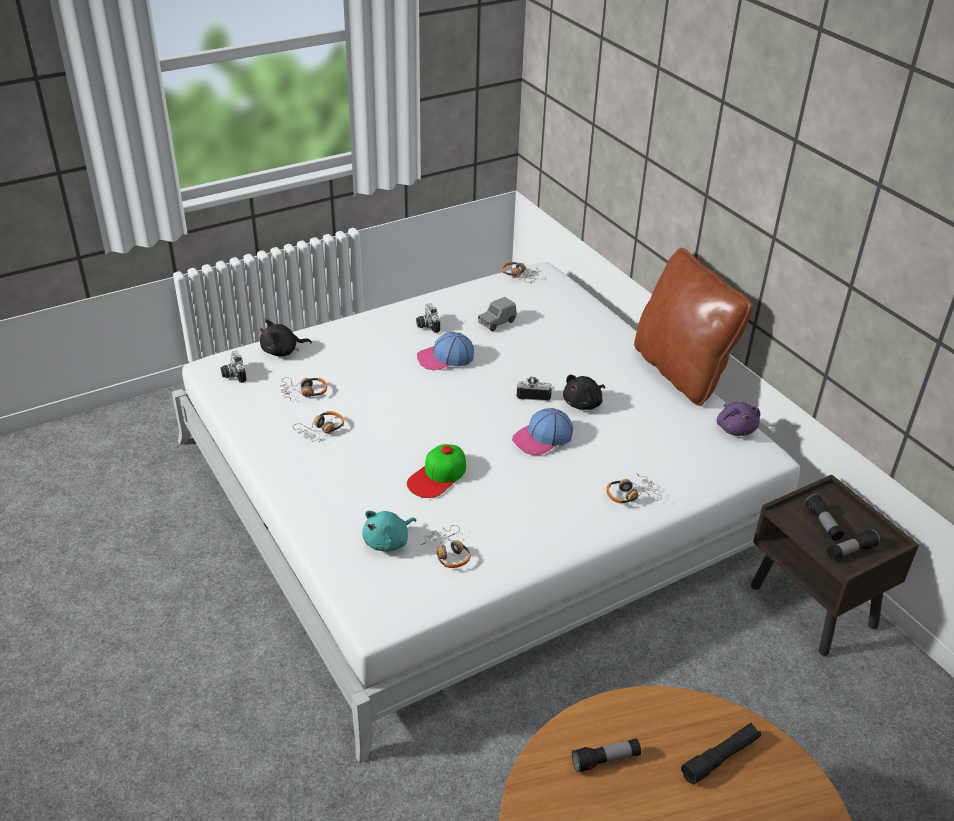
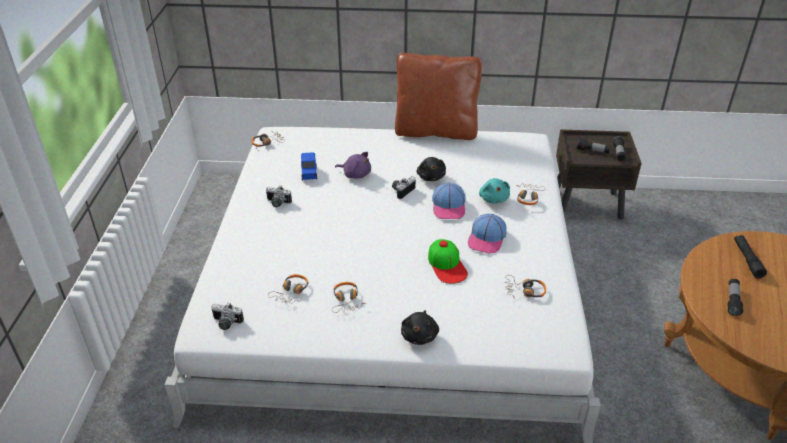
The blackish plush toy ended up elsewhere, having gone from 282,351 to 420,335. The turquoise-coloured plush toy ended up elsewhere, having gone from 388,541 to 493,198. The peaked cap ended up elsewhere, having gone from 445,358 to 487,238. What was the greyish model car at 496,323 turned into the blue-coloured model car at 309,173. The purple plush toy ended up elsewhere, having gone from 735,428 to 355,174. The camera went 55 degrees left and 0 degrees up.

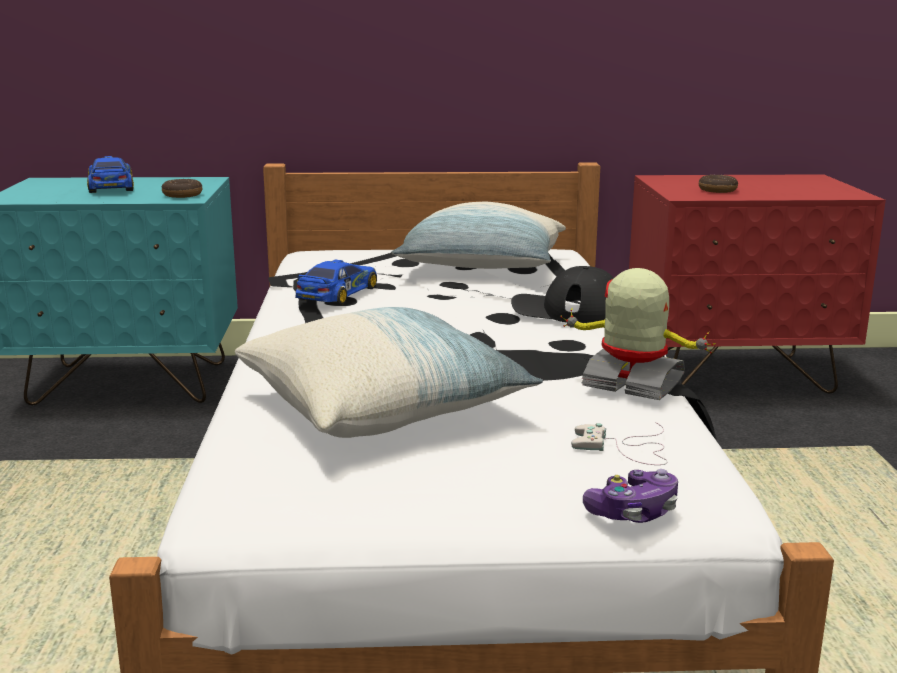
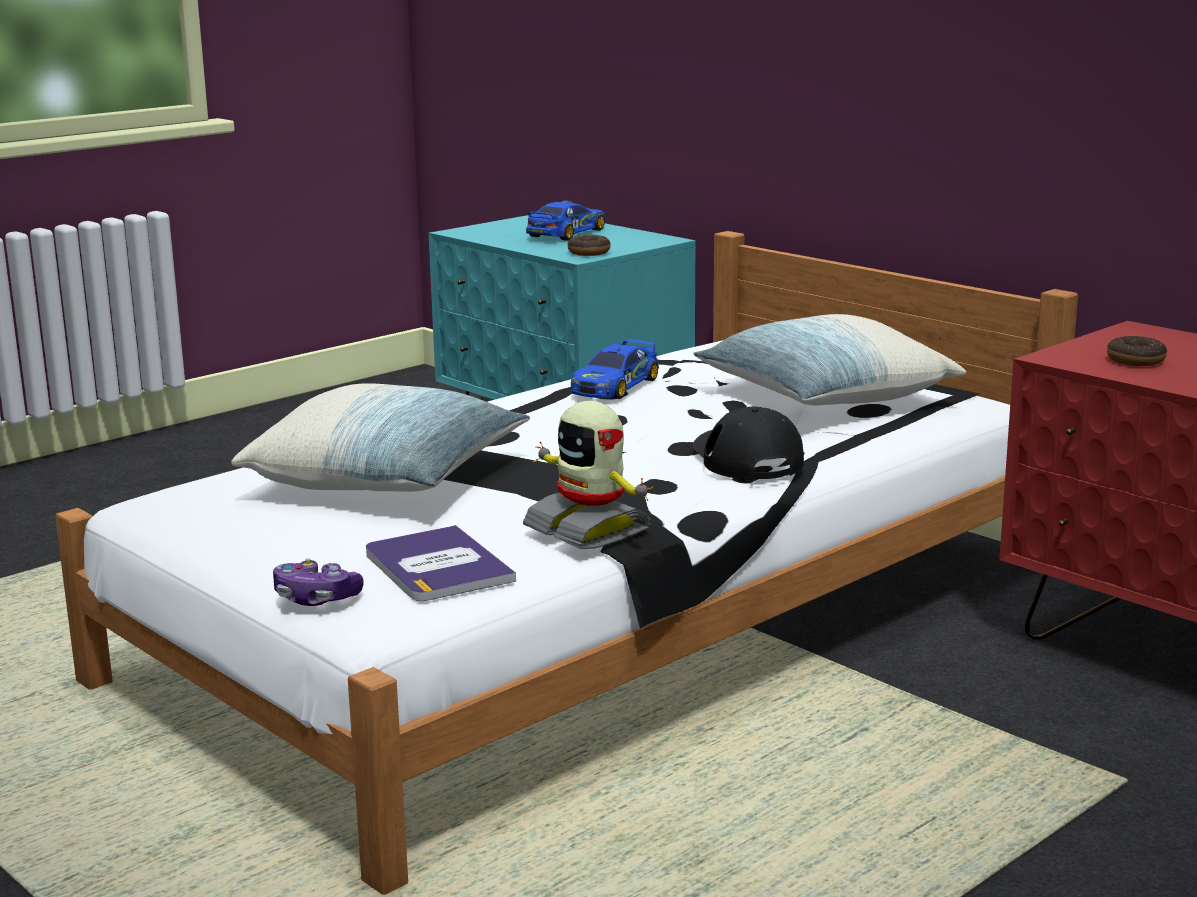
The model car at 337,294 ended up facing another way, 135 degrees clockwise from before. The robot figure at 632,383 ended up facing another way, 150 degrees clockwise from before. Where the white gamepad stood at 626,449, the volume came to stand at 437,566. The camera went 50 degrees right and 0 degrees up.

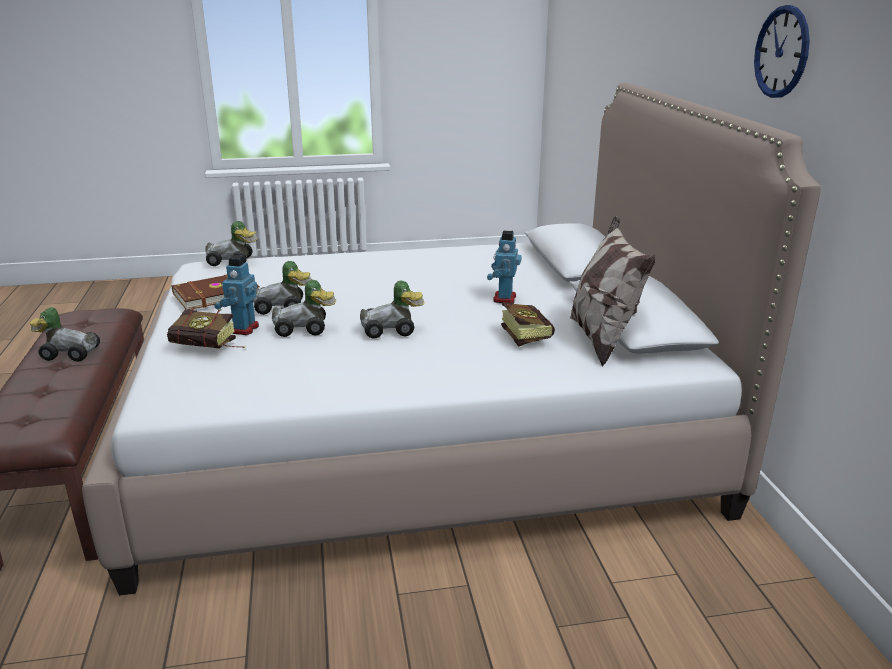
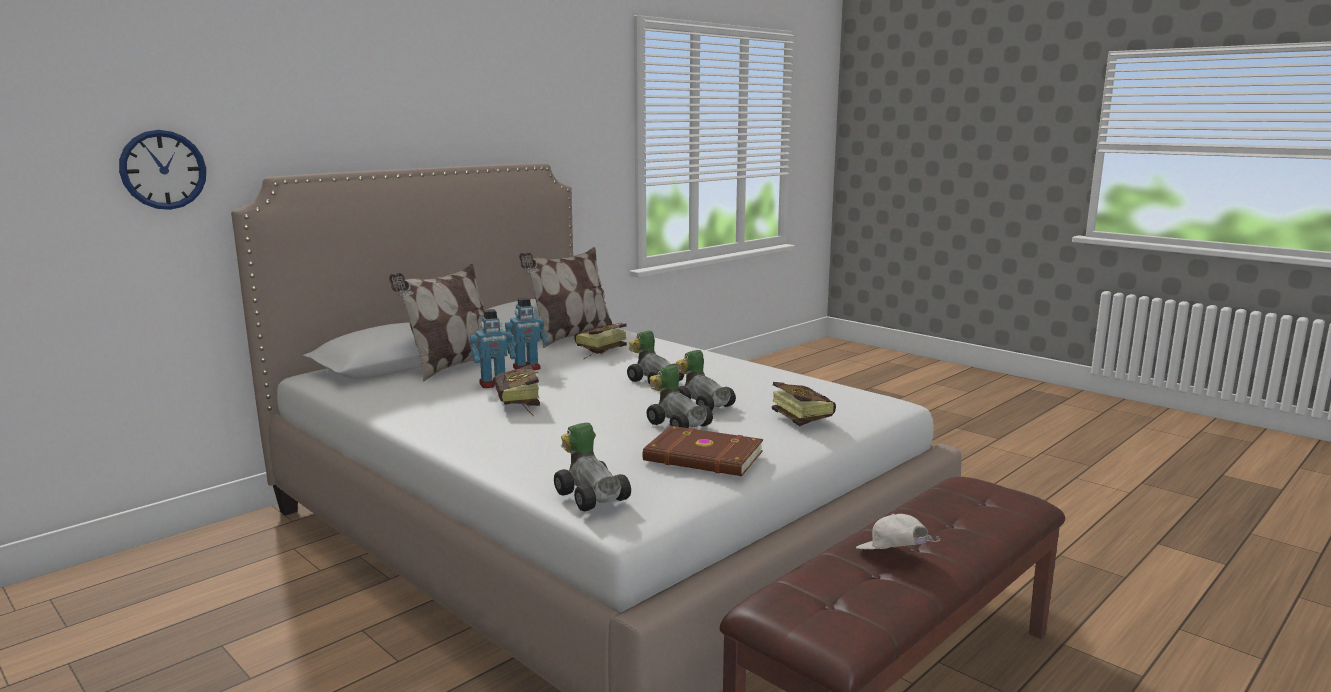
Where the model car stood at 69,353, the white peaked cap came to stand at 892,557. The robot figure ended up elsewhere, having gone from 243,329 to 494,384. The wall clock ended up elsewhere, having gone from 781,52 to 163,170. The second view gained the throw pillow at 451,367. The second view gained the volume at 519,406. The camera went 125 degrees left and 10 degrees down.

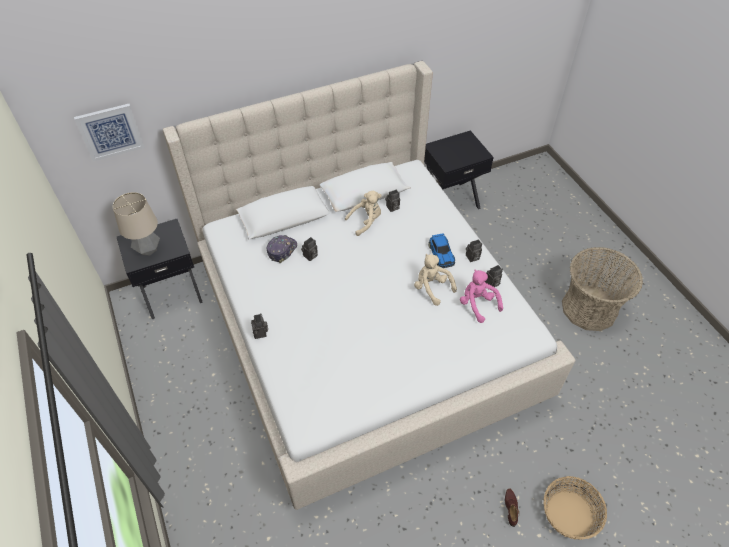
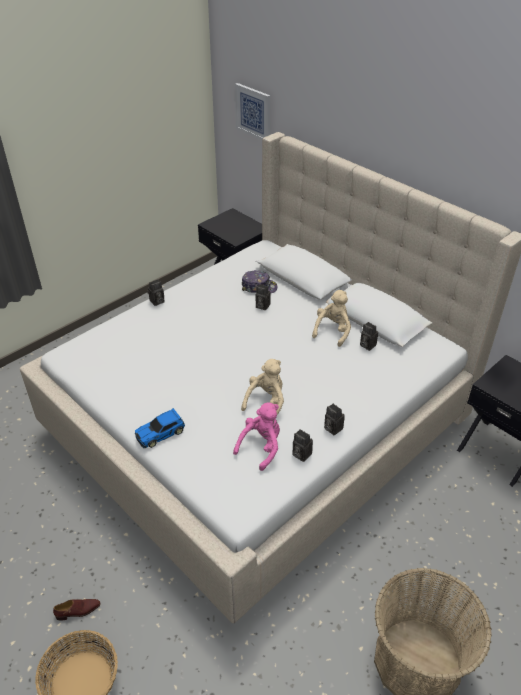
The second view lost the table lamp at 148,250. The beige plush toy at 366,221 ended up facing another way, 105 degrees counterclockwise from before. The model car ended up elsewhere, having gone from 441,253 to 161,433. The camera went 70 degrees right and 10 degrees down.

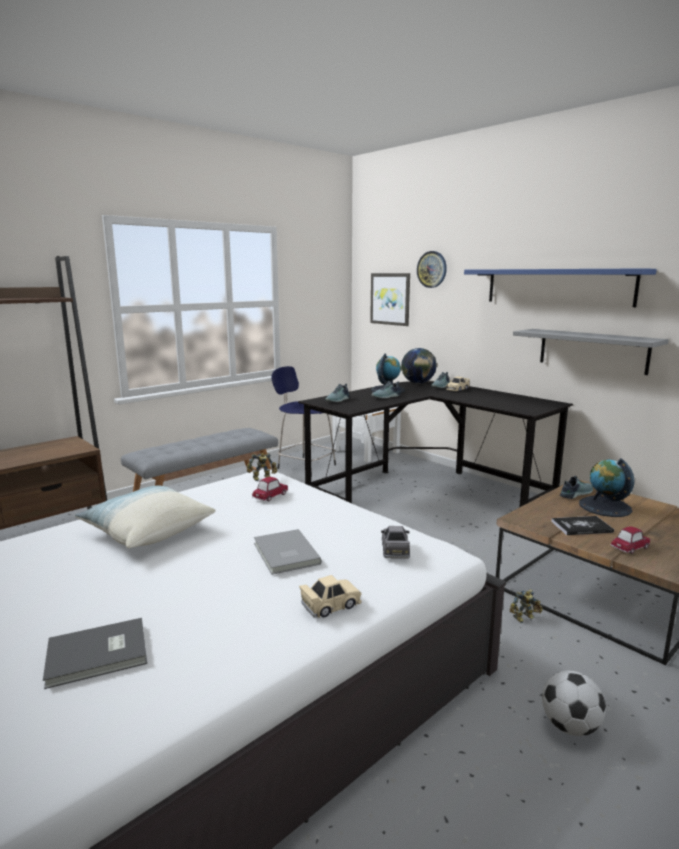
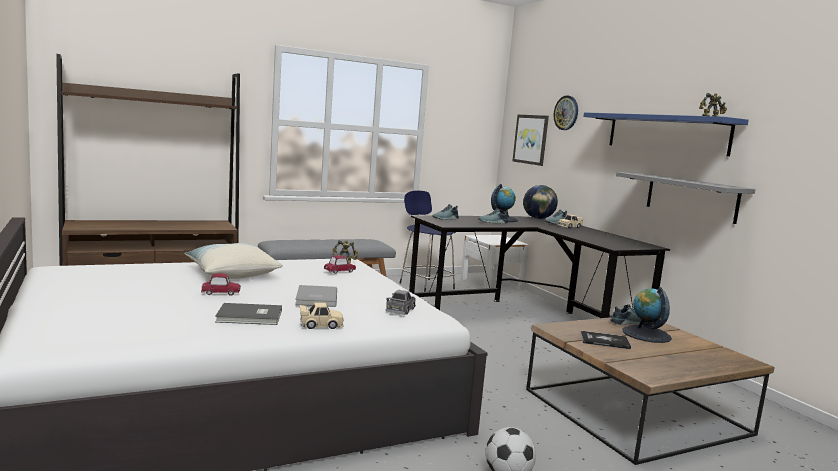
The greyish volume ended up elsewhere, having gone from 99,655 to 250,317. The robot figure ended up elsewhere, having gone from 525,618 to 712,116. The model car ended up elsewhere, having gone from 630,547 to 220,293. The camera went 15 degrees right and 5 degrees down.

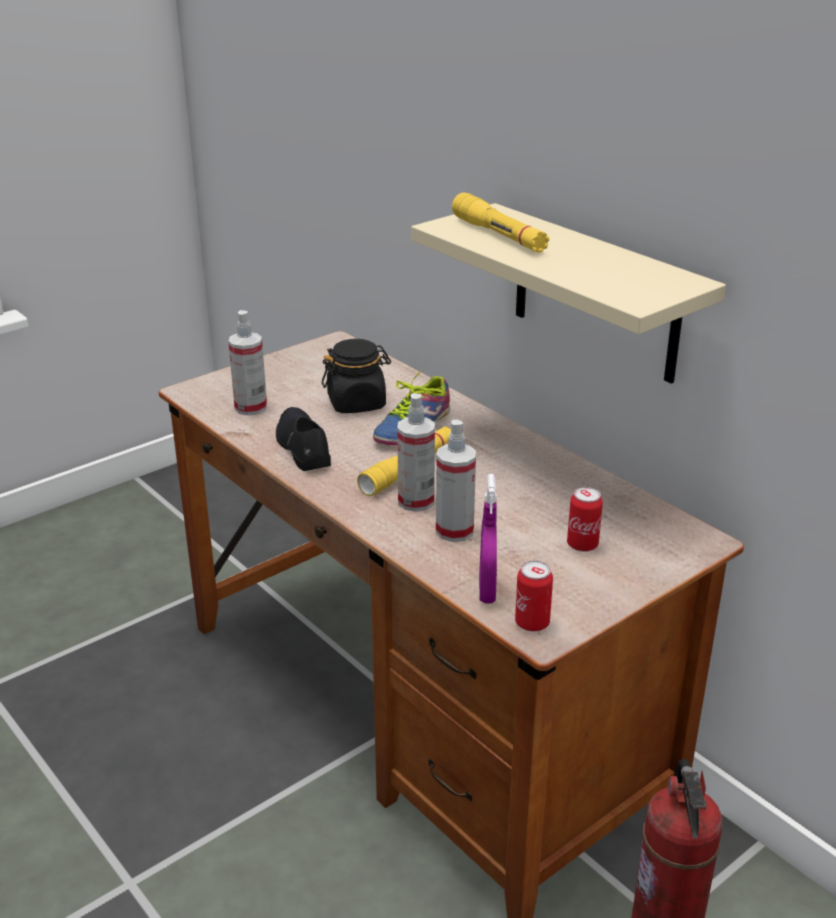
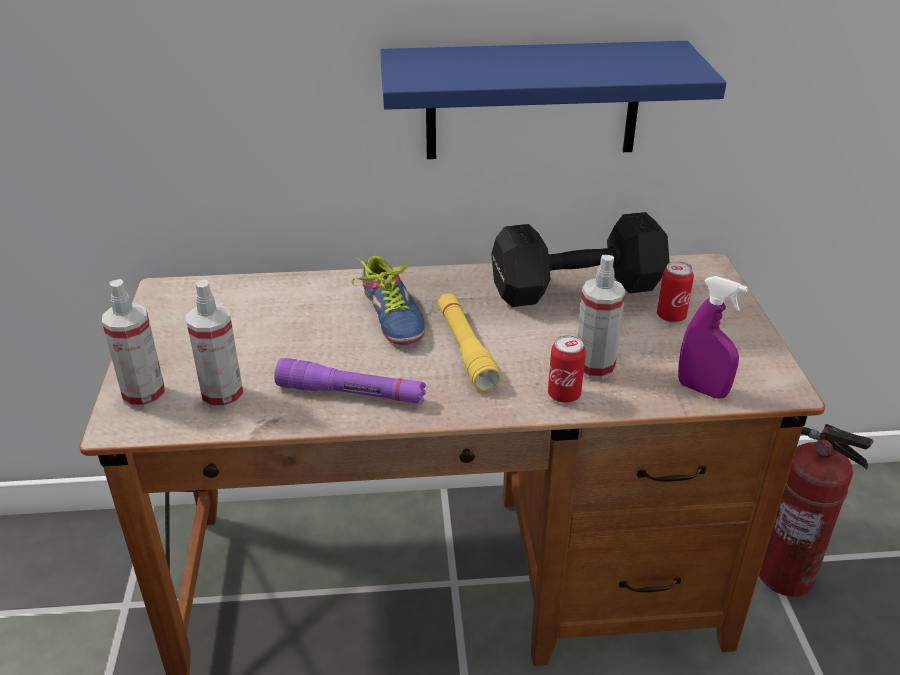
Where the blackish item of footwear stood at 303,447, the purple torch came to stand at 351,393. The second view lost the blackish preserve jar at 357,403. The hand sprayer ended up elsewhere, having gone from 416,501 to 144,395. What was the beige wall shelf at 595,294 turned into the blue-coloured wall shelf at 532,101. The second view lost the yellowish torch at 499,235. The can ended up elsewhere, having gone from 532,623 to 564,395. The second view gained the blackish hand weight at 572,288. The camera went 55 degrees left and 5 degrees up.

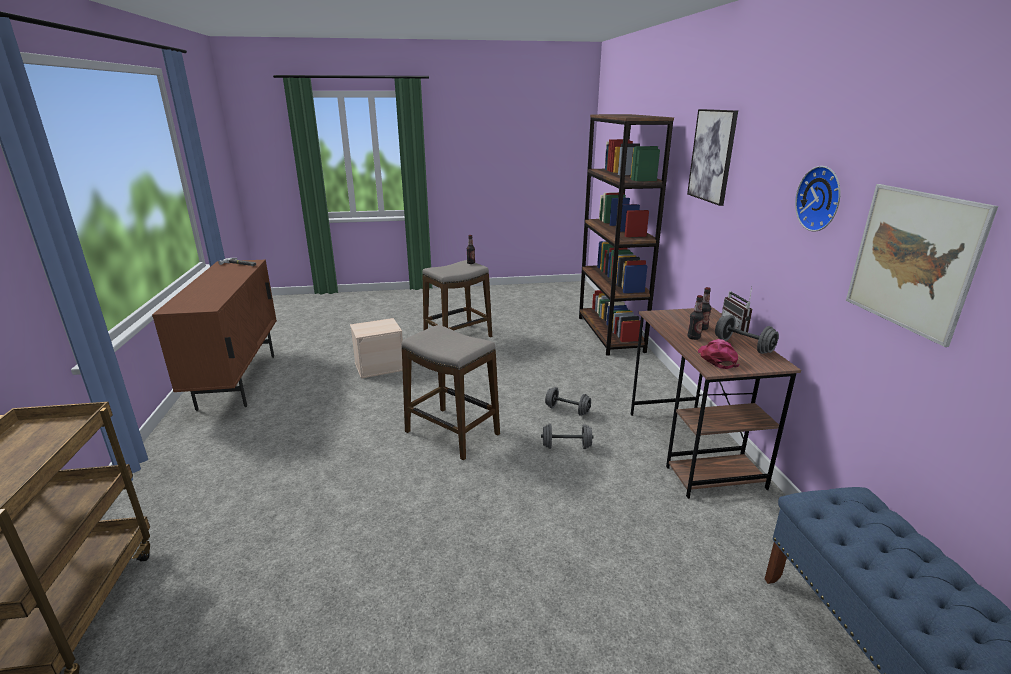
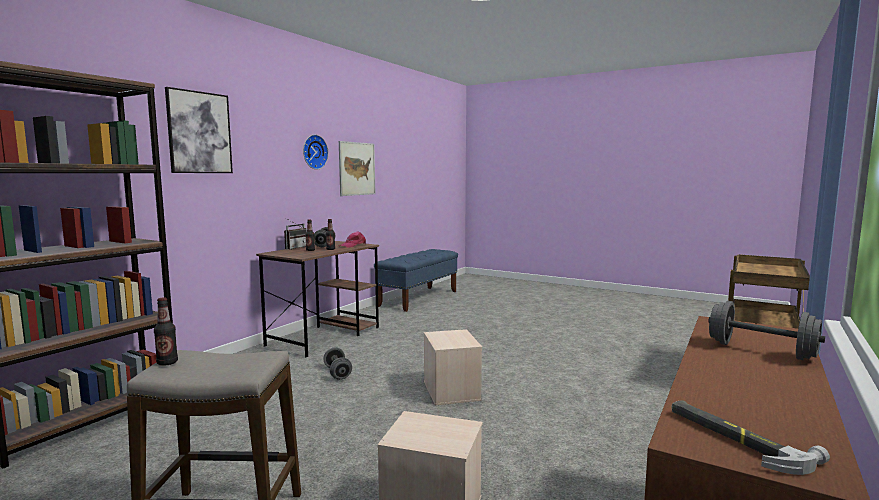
Where the stool seat stood at 452,433, the beige storage container came to stand at 450,390. The greyish hand weight ended up elsewhere, having gone from 566,446 to 761,351. The camera went 140 degrees left and 15 degrees down.

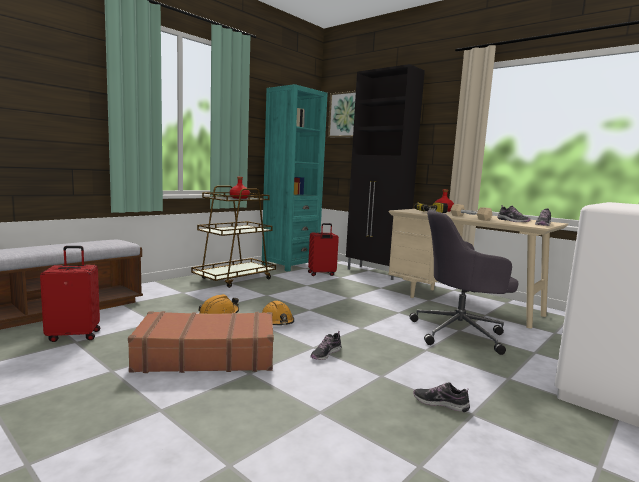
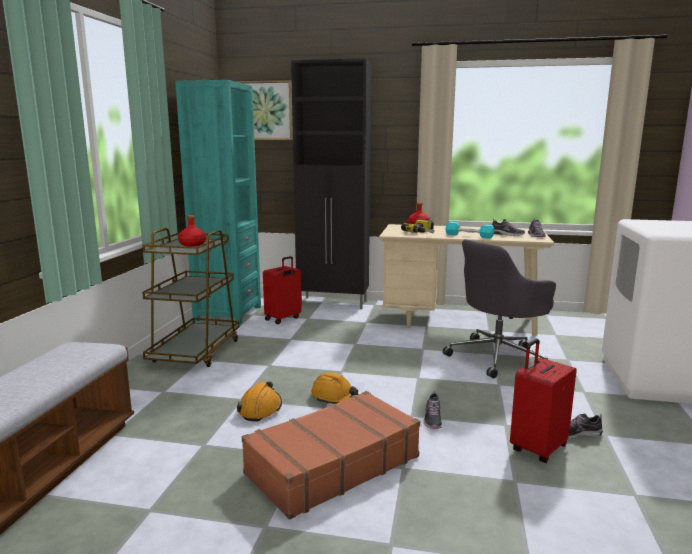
The red-coloured travel case ended up elsewhere, having gone from 74,335 to 537,448. What was the beige hand weight at 470,218 turned into the turquoise-coloured hand weight at 469,236. The camera went 30 degrees left and 5 degrees up.

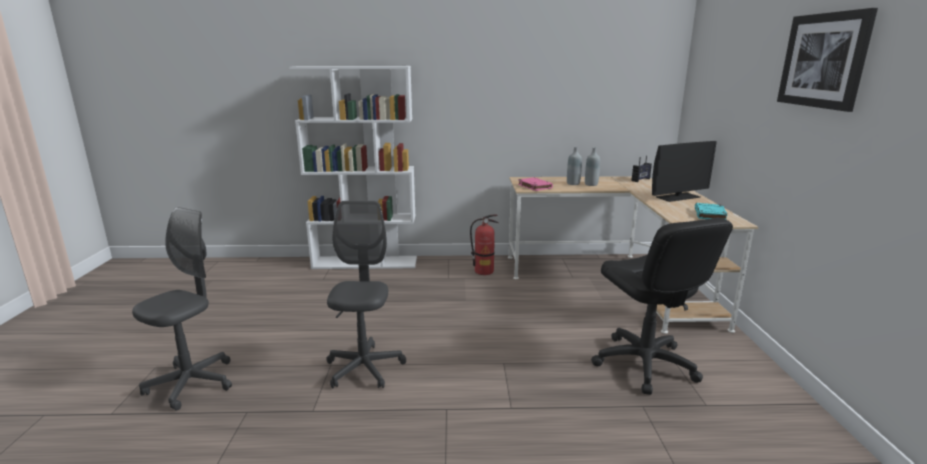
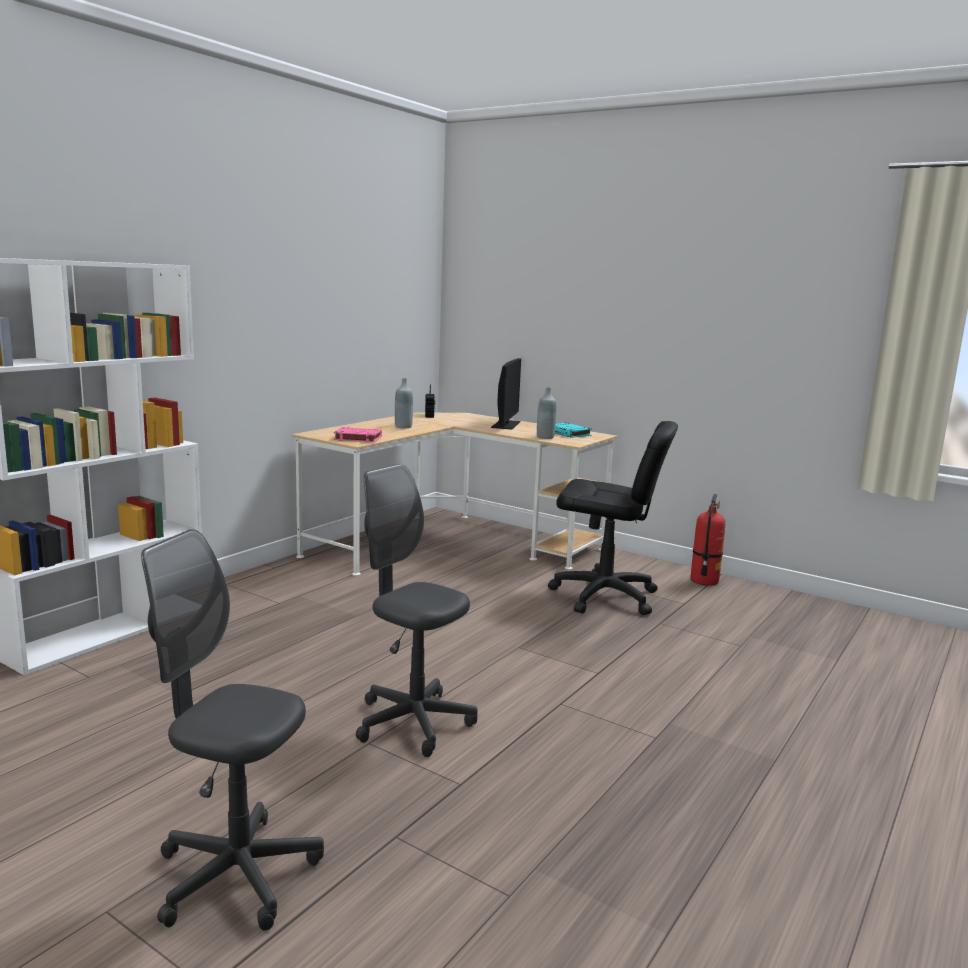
The greyish desk chair at 192,383 ended up facing another way, 45 degrees counterclockwise from before. The fire-fighting cylinder ended up elsewhere, having gone from 484,271 to 704,581. The greyish drink bottle ended up elsewhere, having gone from 573,183 to 545,437. The second view lost the picture at 824,60. The camera went 55 degrees left and 5 degrees down.

